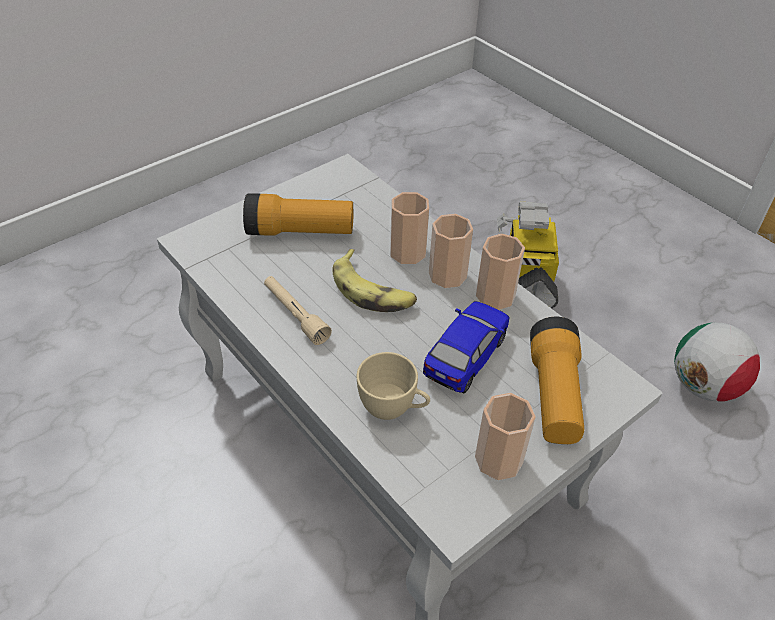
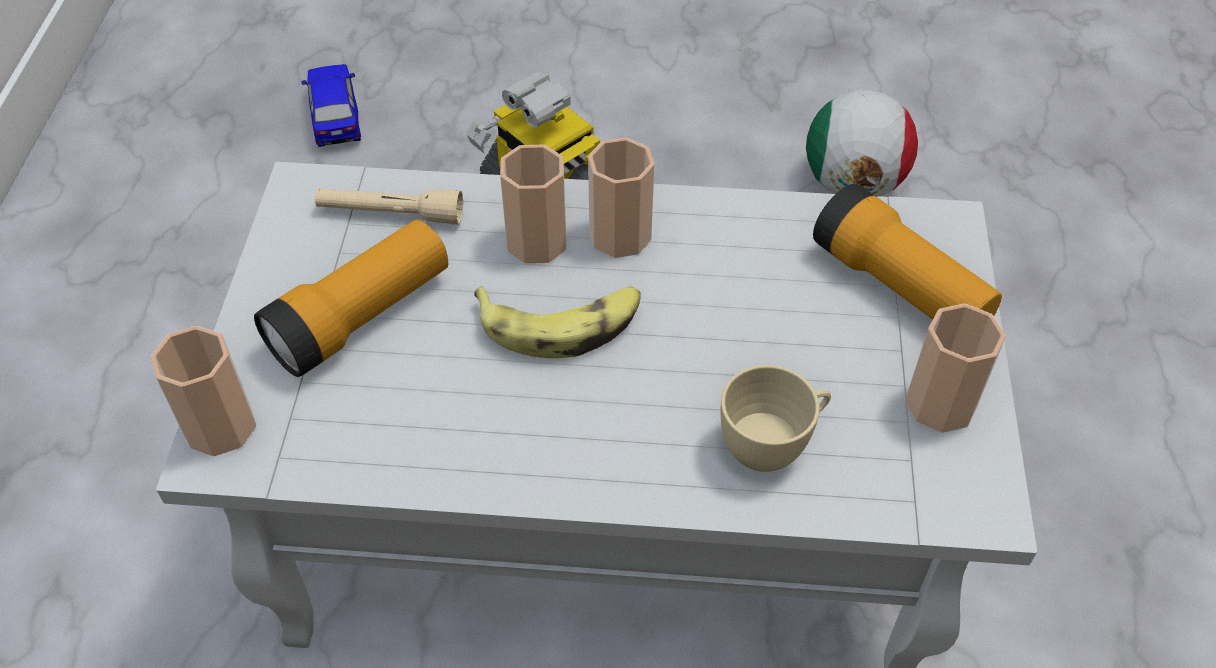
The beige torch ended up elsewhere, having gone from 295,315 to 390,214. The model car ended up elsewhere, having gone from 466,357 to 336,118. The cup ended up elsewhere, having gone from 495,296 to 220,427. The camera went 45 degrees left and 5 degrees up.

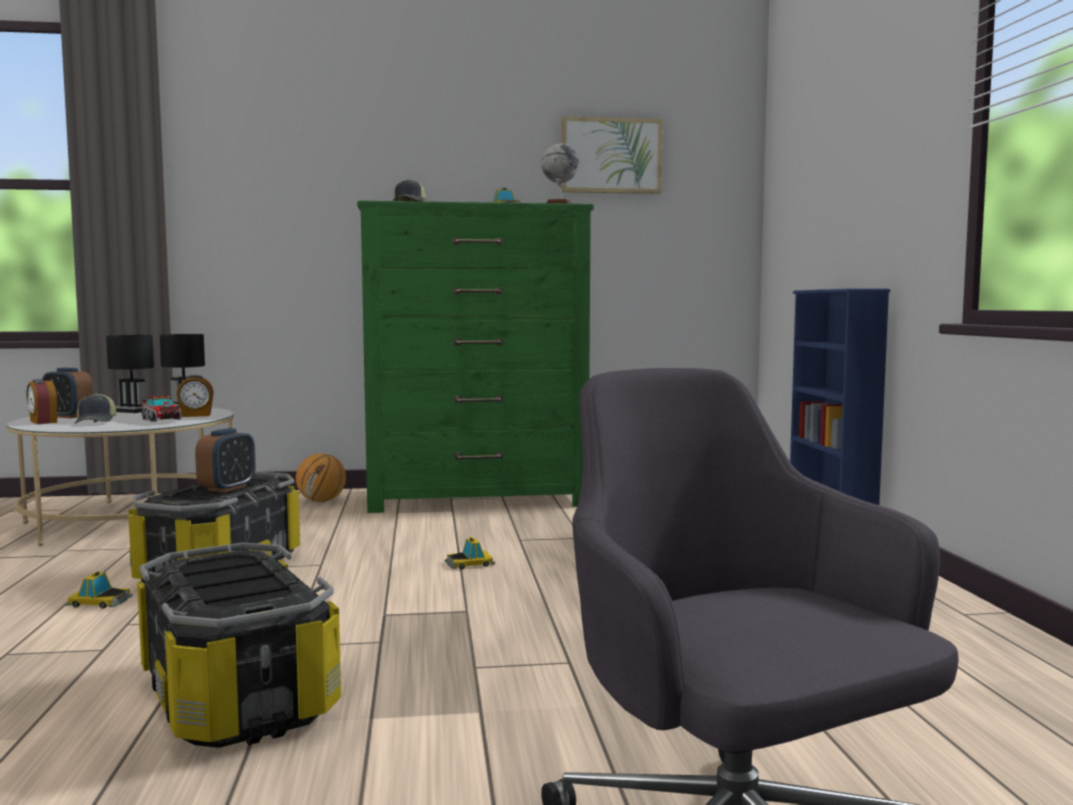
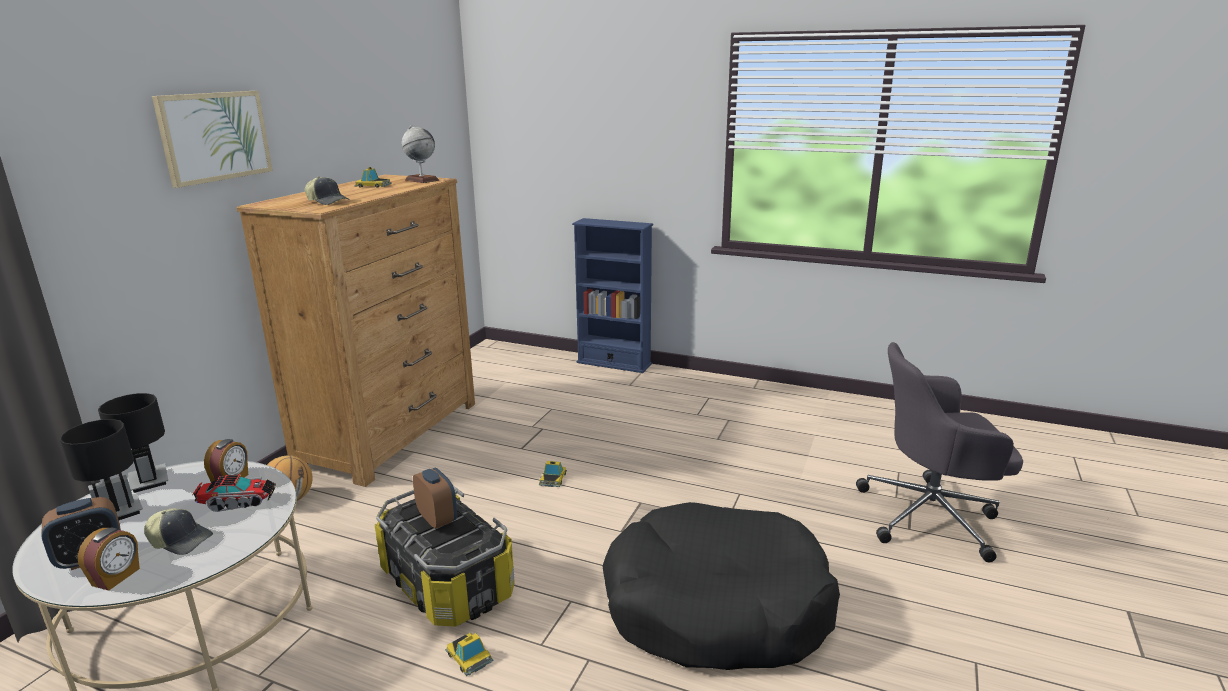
The bedside clock at 42,422 ended up facing another way, 60 degrees counterclockwise from before. The model car at 99,602 ended up facing another way, 75 degrees counterclockwise from before. Where the storage container stood at 239,697, the blackish dog bed came to stand at 716,607. What was the green-coloured drawer chest at 477,498 turned into the brownish drawer chest at 391,433. The picture ended up elsewhere, having gone from 611,156 to 214,136. The camera went 60 degrees left and 15 degrees up.

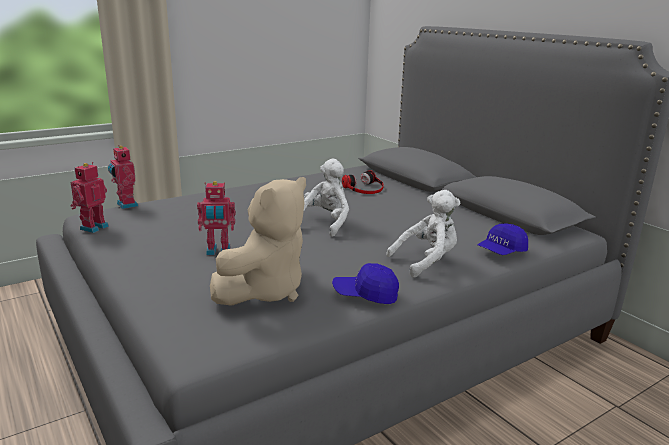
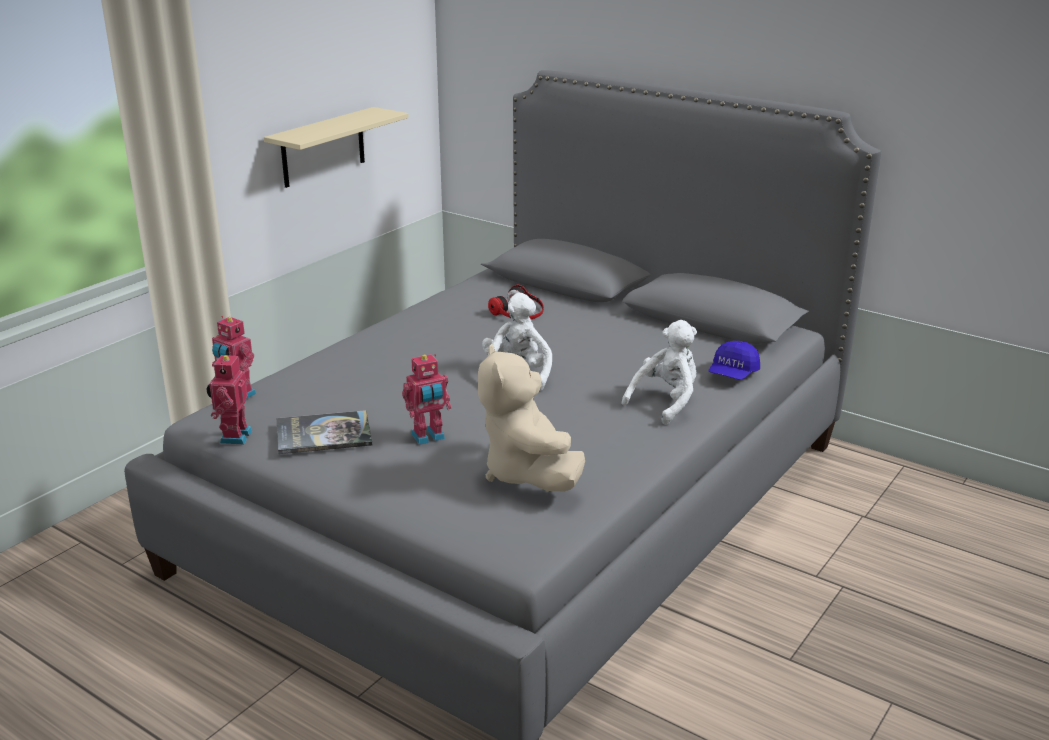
The beige plush toy at 264,291 ended up facing another way, 150 degrees clockwise from before. The second view lost the blue-coloured peaked cap at 365,295. The second view gained the beige wall shelf at 323,147. The second view gained the volume at 323,434. The camera went 20 degrees left and 5 degrees up.

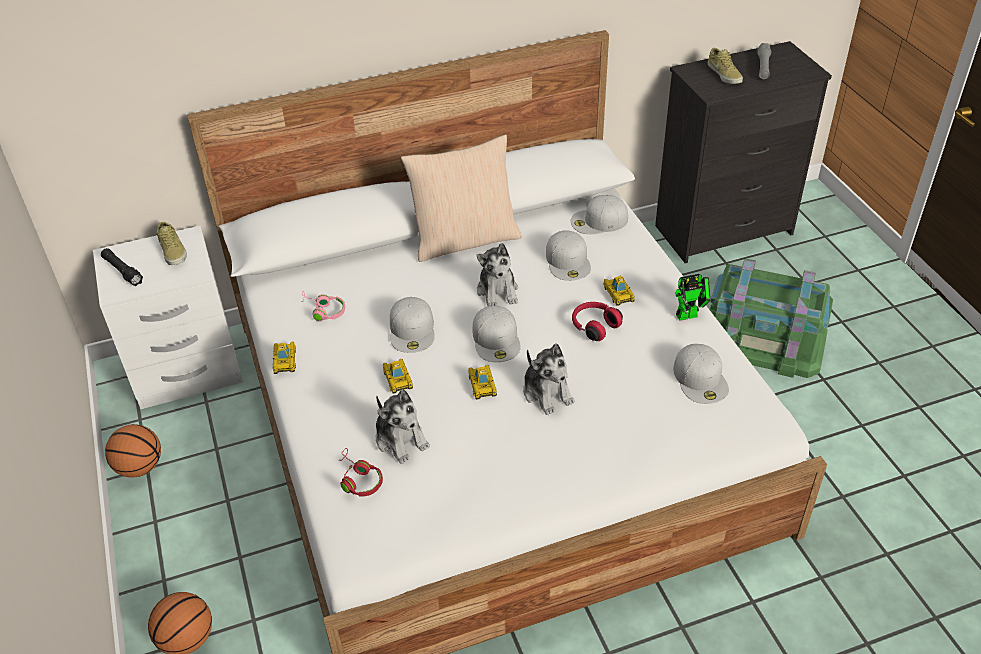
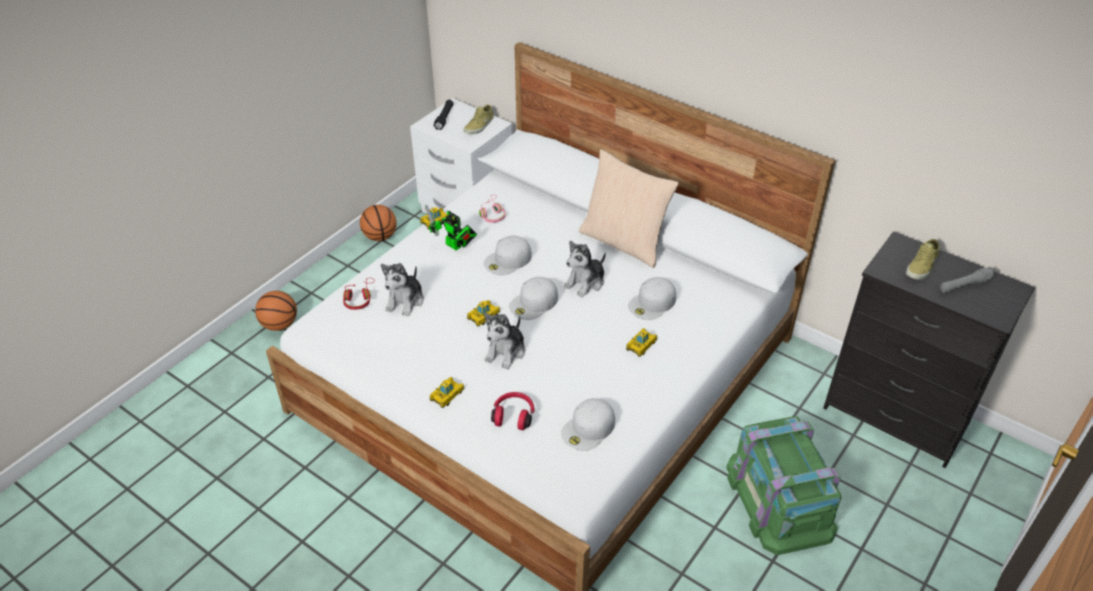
The model car ended up elsewhere, having gone from 398,379 to 447,395. The second view lost the white peaked cap at 599,221. The red-coloured pair of headphones ended up elsewhere, having gone from 594,326 to 513,415. The robot figure ended up elsewhere, having gone from 690,315 to 455,246. The camera went 55 degrees right and 0 degrees up.

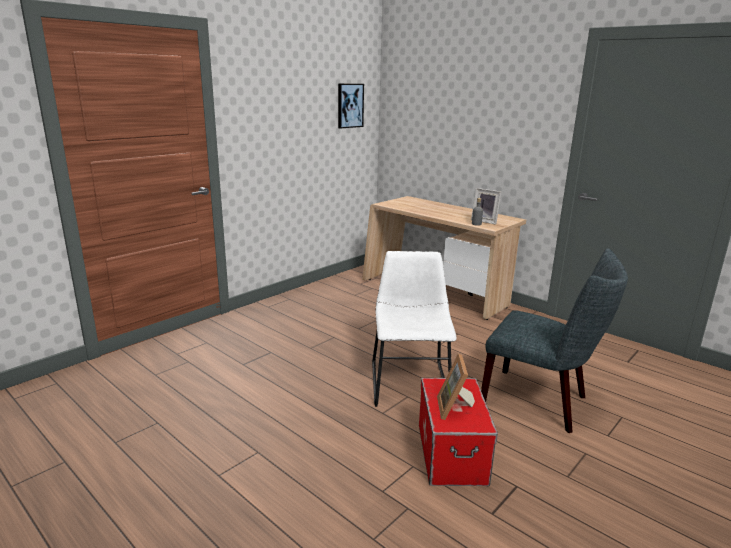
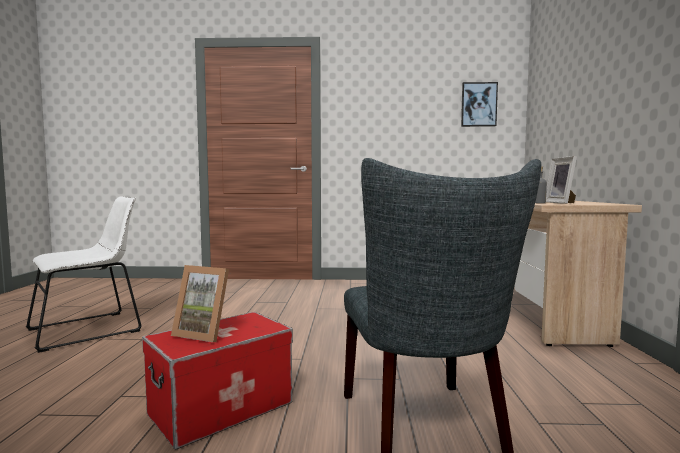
The white chair ended up elsewhere, having gone from 409,381 to 90,329. The photo frame at 455,408 ended up facing another way, 120 degrees counterclockwise from before. The camera went 50 degrees right and 15 degrees down.

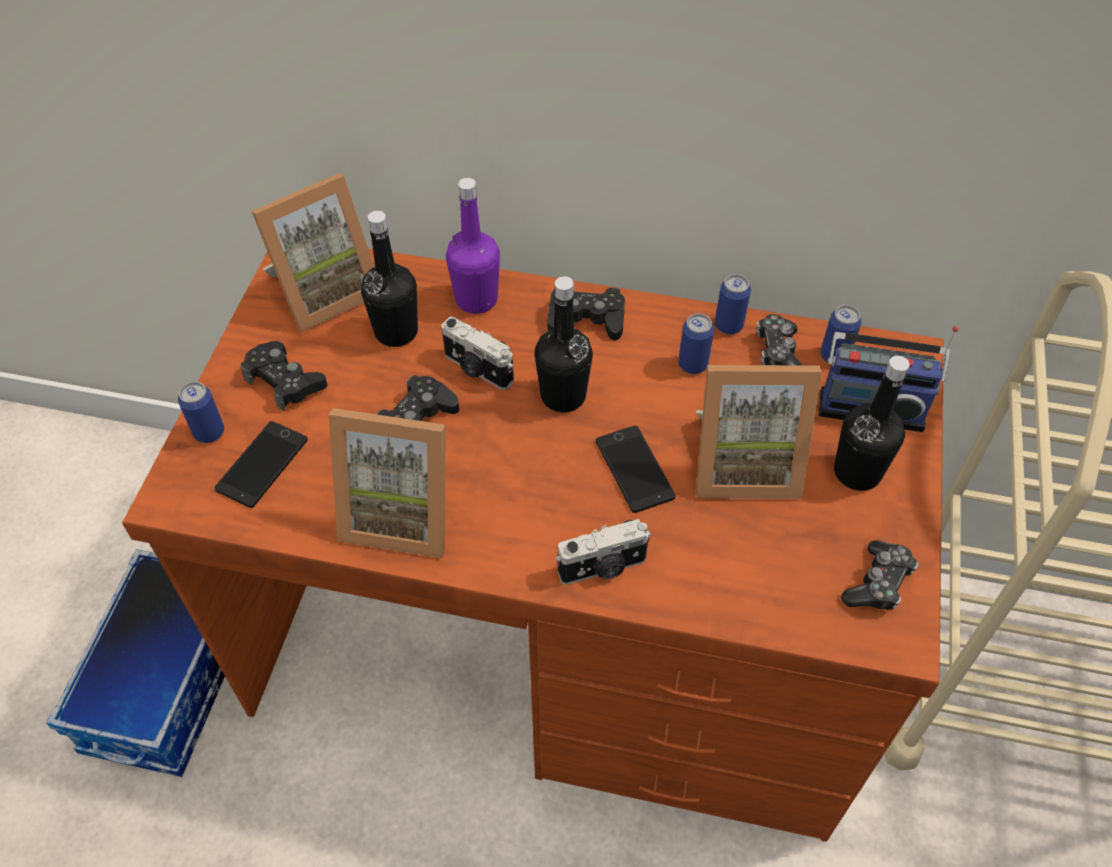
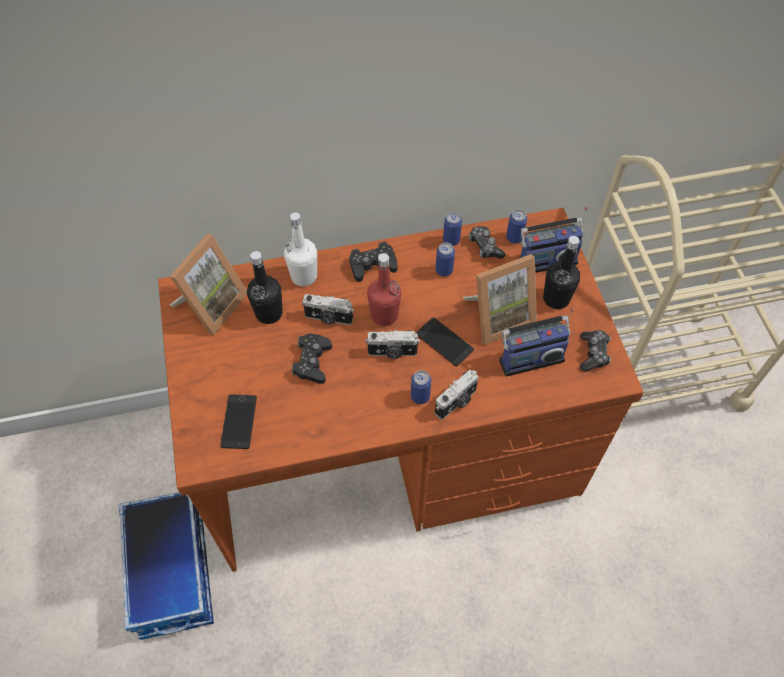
The can ended up elsewhere, having gone from 209,432 to 420,396. The second view lost the blackish gamepad at 285,381. The second view lost the photo frame at 401,513. What was the purple drink bottle at 476,299 turned into the white drink bottle at 304,276. What was the blackish drink bottle at 563,396 turned into the red-coloured drink bottle at 384,315. The second view gained the photo camera at 392,352. The second view gained the radio set at 530,357. The camera went 25 degrees left and 5 degrees up.

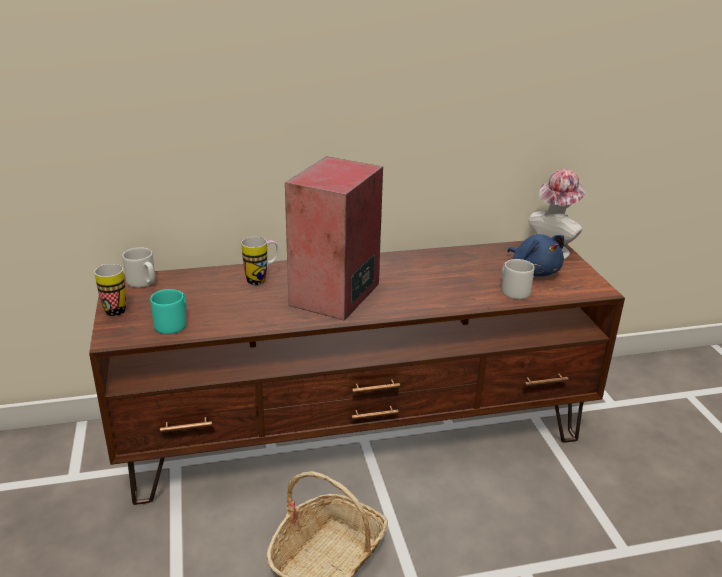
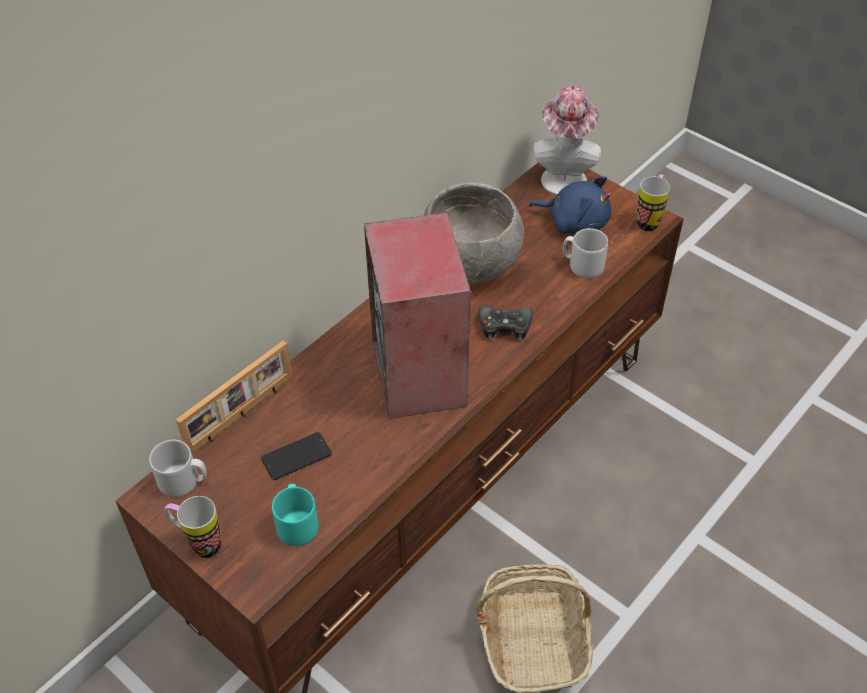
The mug ended up elsewhere, having gone from 262,279 to 650,220. The second view gained the photo frame at 242,415. The second view gained the handset at 296,456. The second view gained the greyish serving bowl at 470,265. The second view gained the blackish gamepad at 505,327. The camera went 35 degrees left and 20 degrees up.

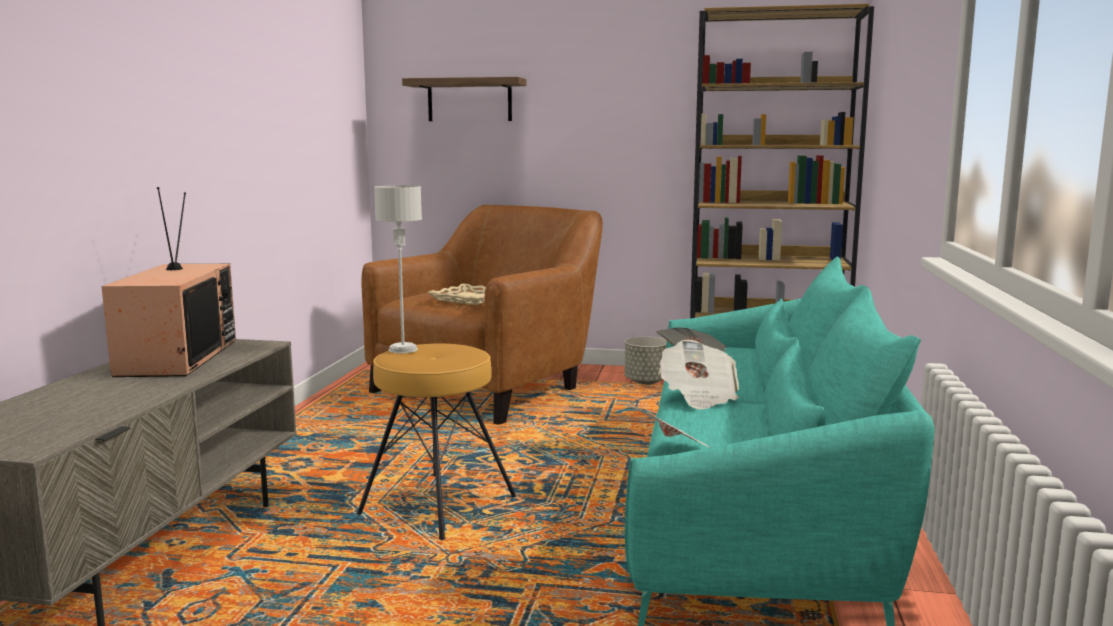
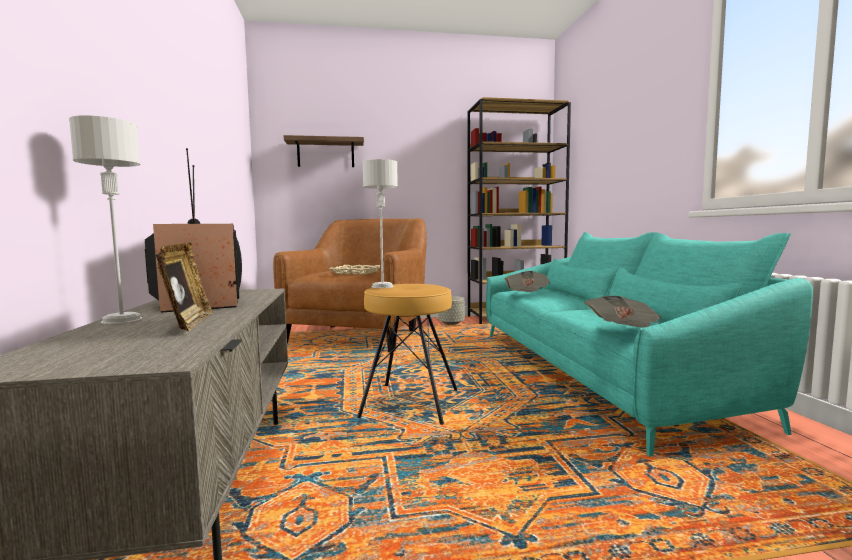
The second view lost the newspaper at 698,396. The second view gained the greyish table lamp at 122,320. The second view gained the photo frame at 188,323. The camera went 20 degrees left and 5 degrees down.

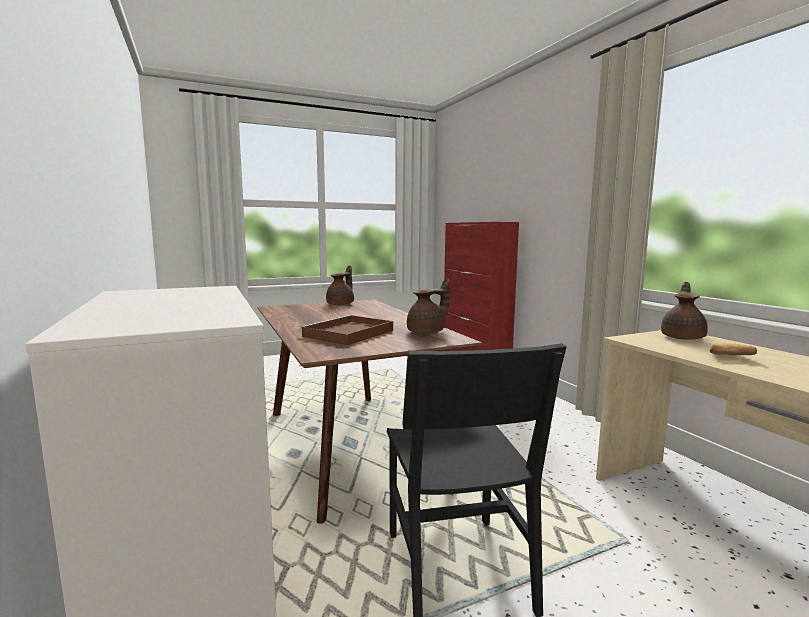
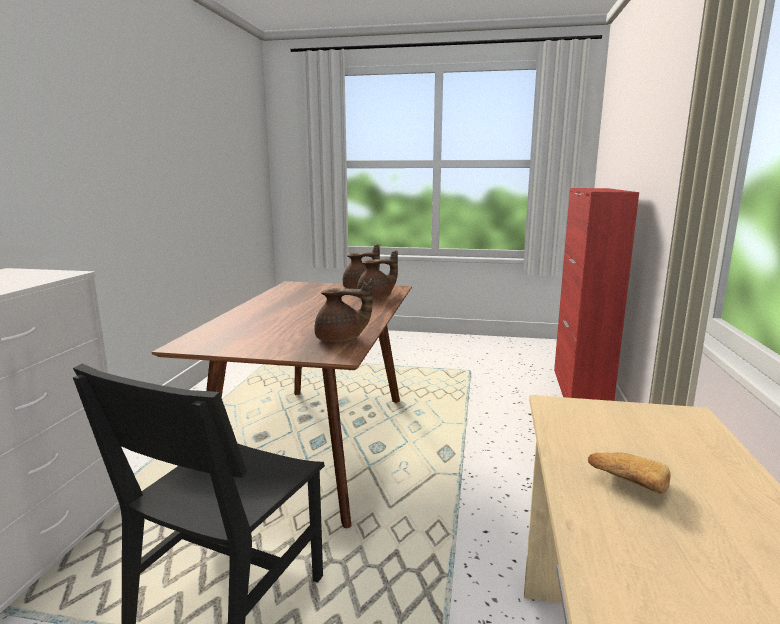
The second view lost the brownish carrying tray at 348,334. The brownish tea pot ended up elsewhere, having gone from 683,337 to 376,298. The camera went 35 degrees right and 5 degrees up.

